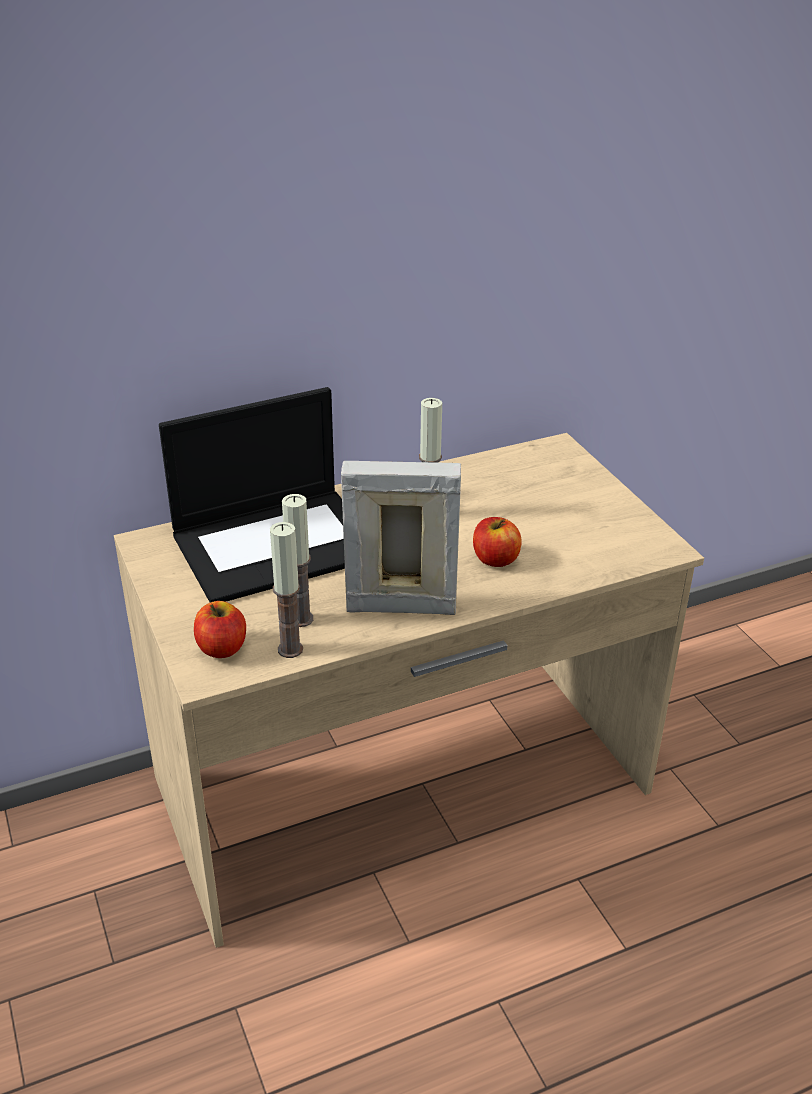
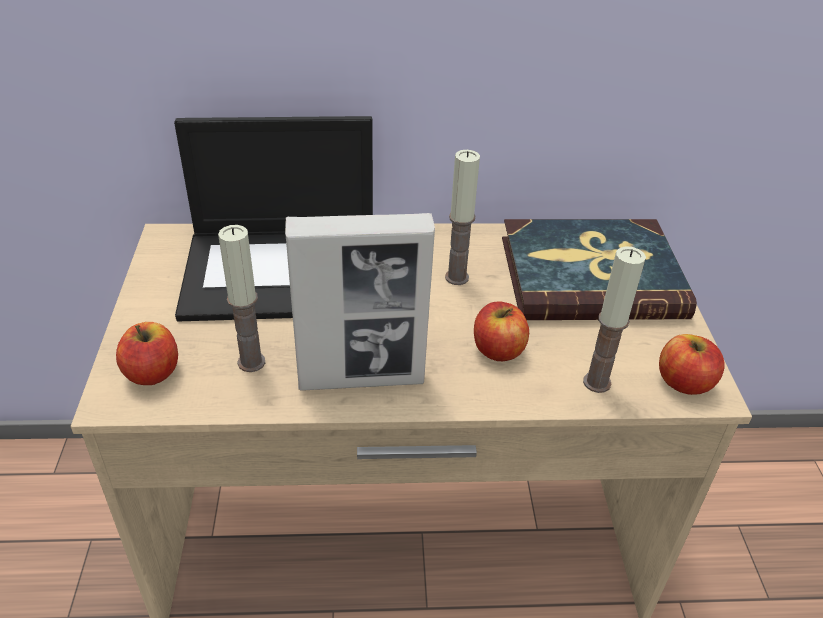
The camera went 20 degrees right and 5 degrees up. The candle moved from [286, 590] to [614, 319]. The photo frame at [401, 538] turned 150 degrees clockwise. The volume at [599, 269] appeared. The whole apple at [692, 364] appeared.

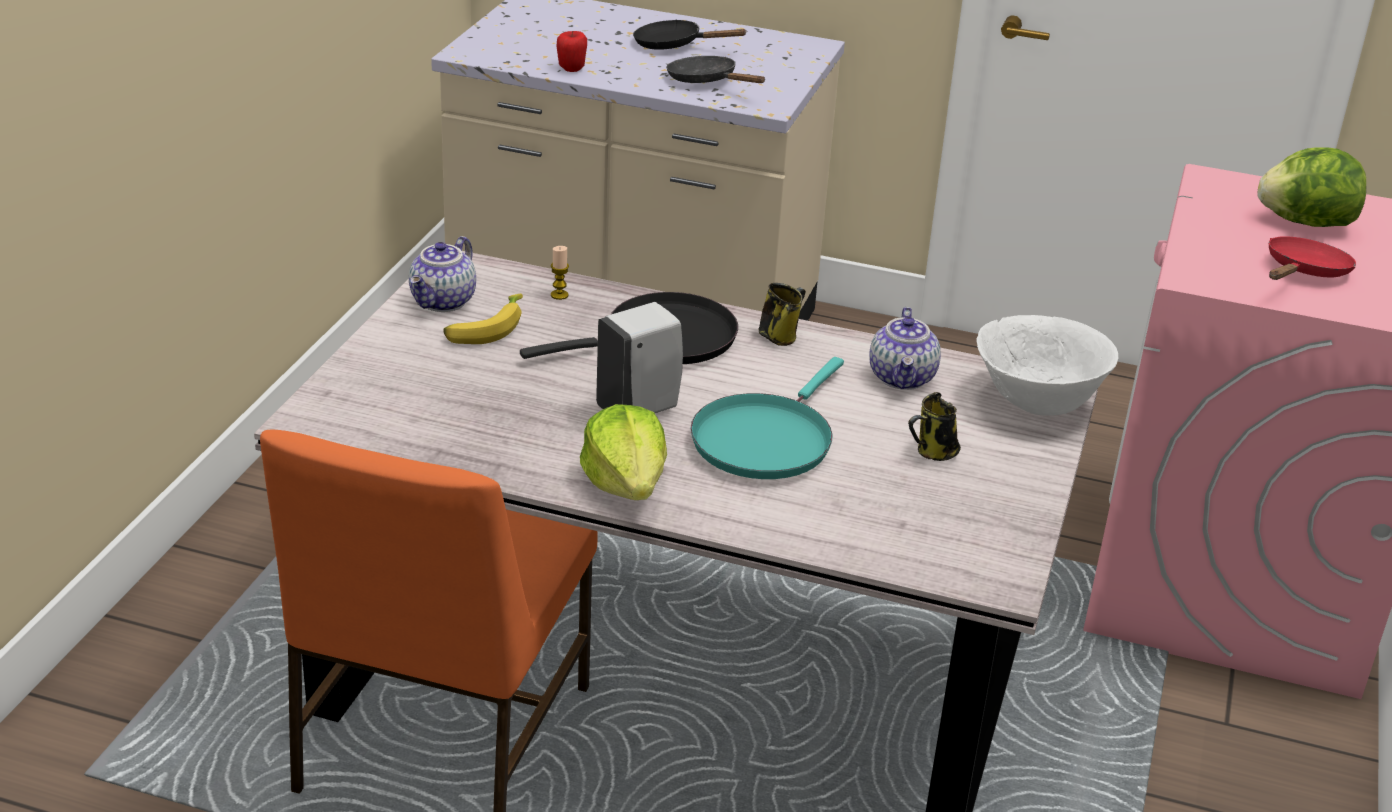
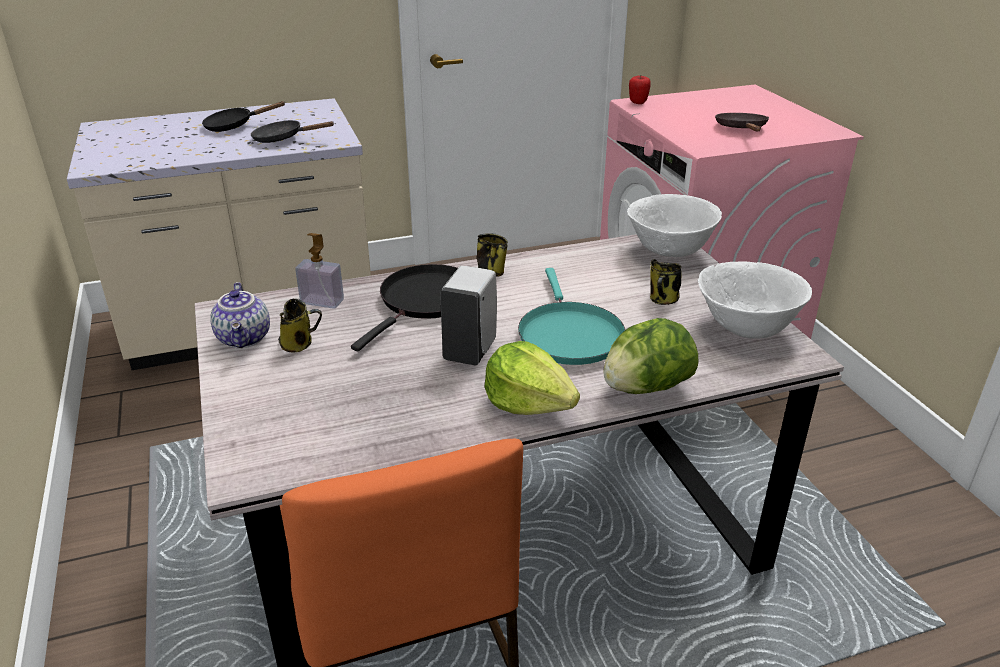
The camera went 35 degrees left and 0 degrees up. The banana at [483, 319] was replaced by the coffee mug at [300, 326]. The candle at [560, 273] was replaced by the soap bottle at [319, 271]. The whole apple moved from [572, 51] to [639, 90]. The pot for tea at [905, 348] disappeared. The lettuce head moved from [1312, 187] to [651, 356]. The red pan at [1312, 258] became the blackish pan at [742, 122]. The white-coloured serving bowl at [755, 299] appeared.

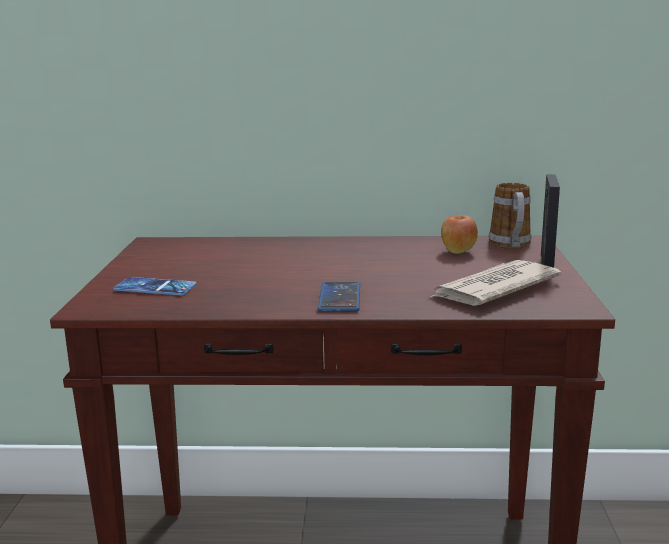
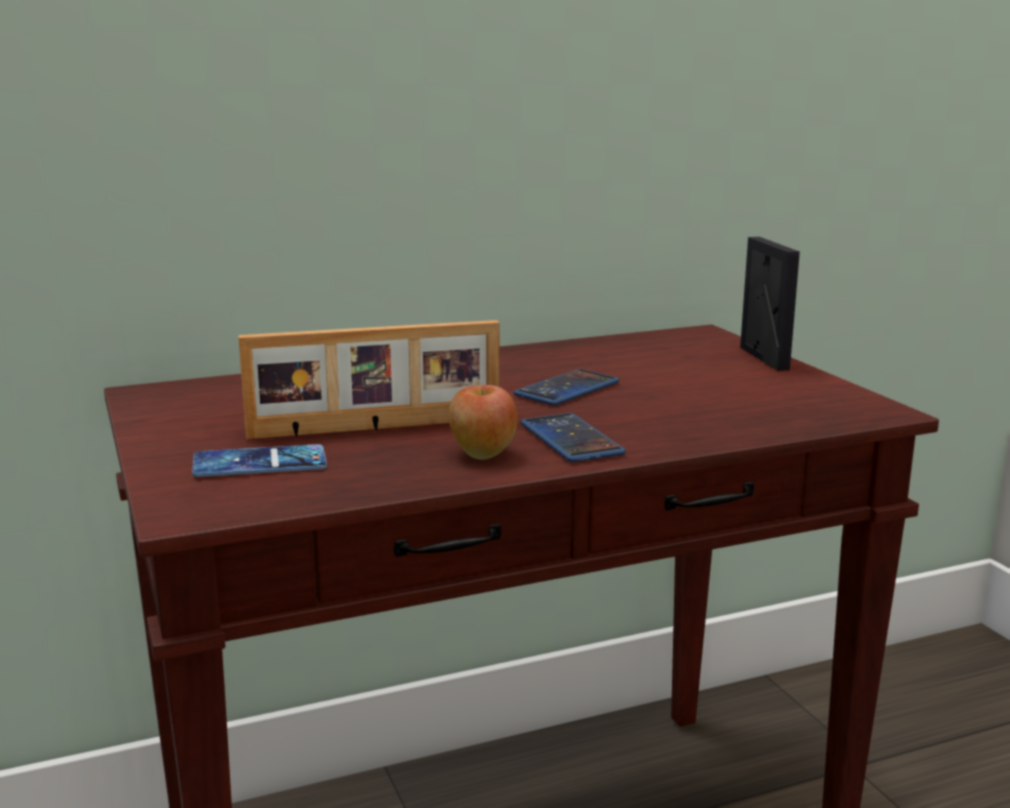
The camera went 25 degrees left and 0 degrees up. The newspaper at [496, 283] disappeared. The whole apple moved from [459, 234] to [483, 422]. The coffee mug at [510, 216] disappeared. The photo frame at [369, 379] appeared. The telephone at [566, 387] appeared.

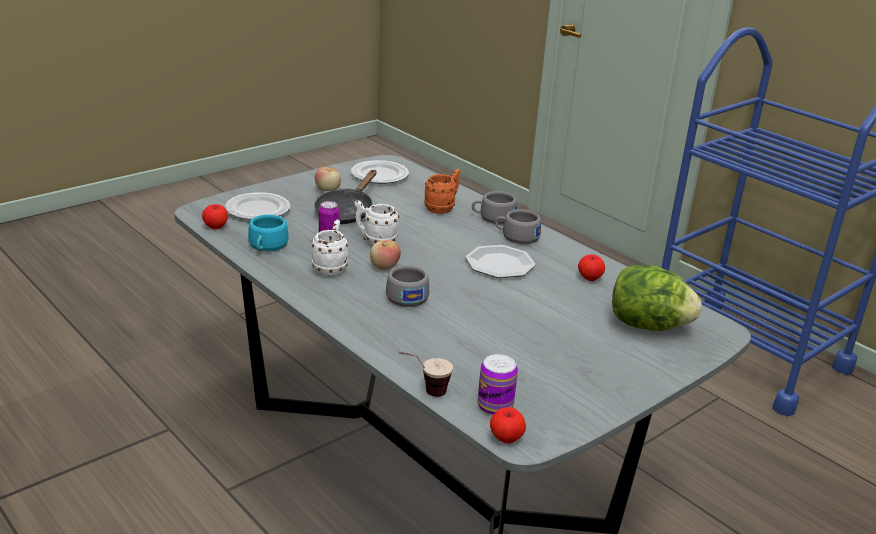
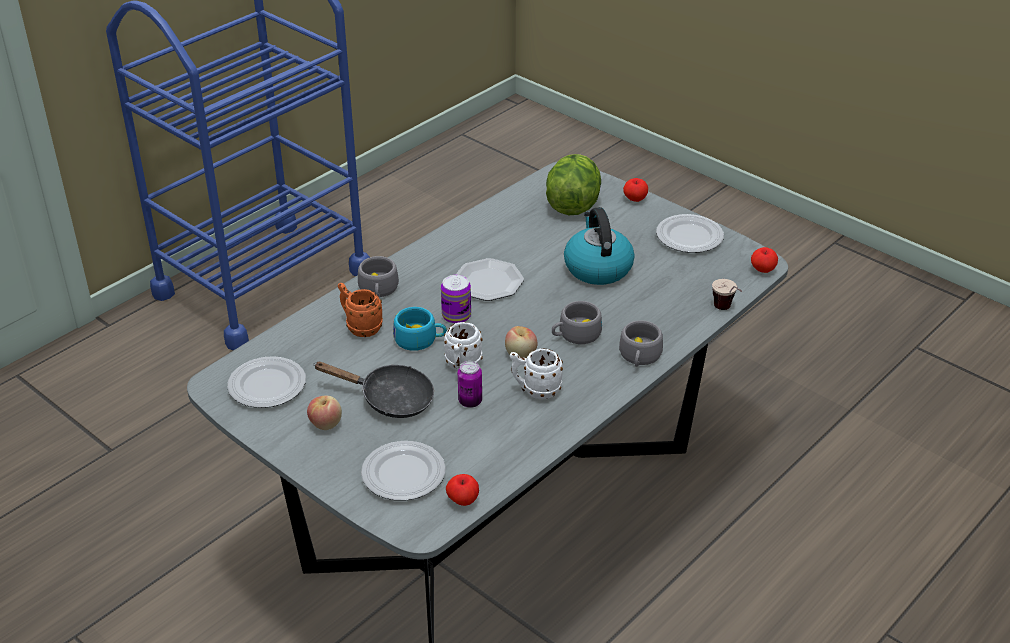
The camera went 95 degrees left and 10 degrees up. The blue-green drinking cup moved from [268, 233] to [420, 329]. The can moved from [498, 384] to [456, 299]. The gray drinking cup moved from [518, 226] to [641, 343]. The whole apple moved from [591, 267] to [635, 190]. The kettle at [599, 246] appeared. The flat dish at [690, 233] appeared.

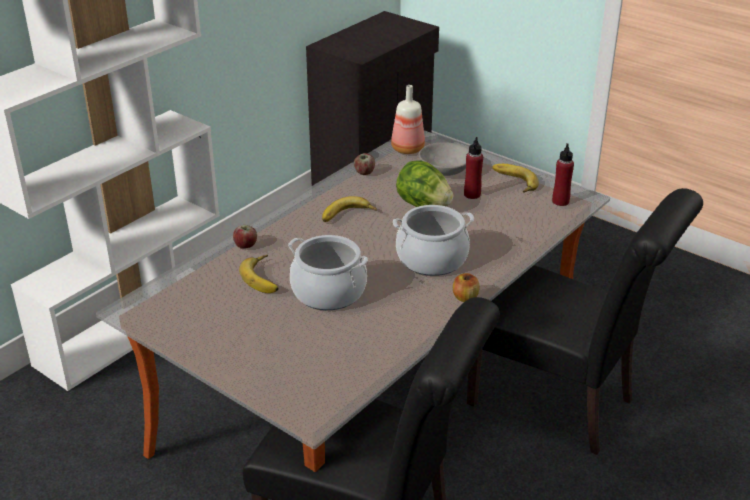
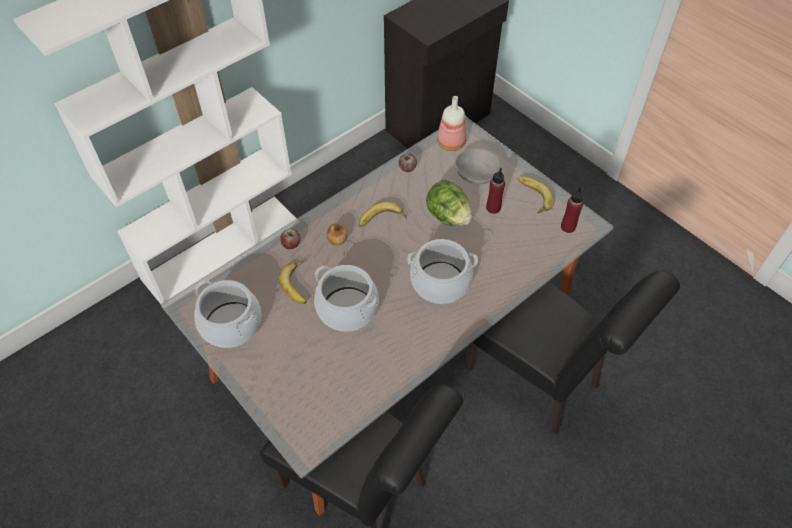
The camera went 10 degrees right and 20 degrees up. The whole apple moved from [466, 287] to [337, 234]. The saucepot at [228, 314] appeared.

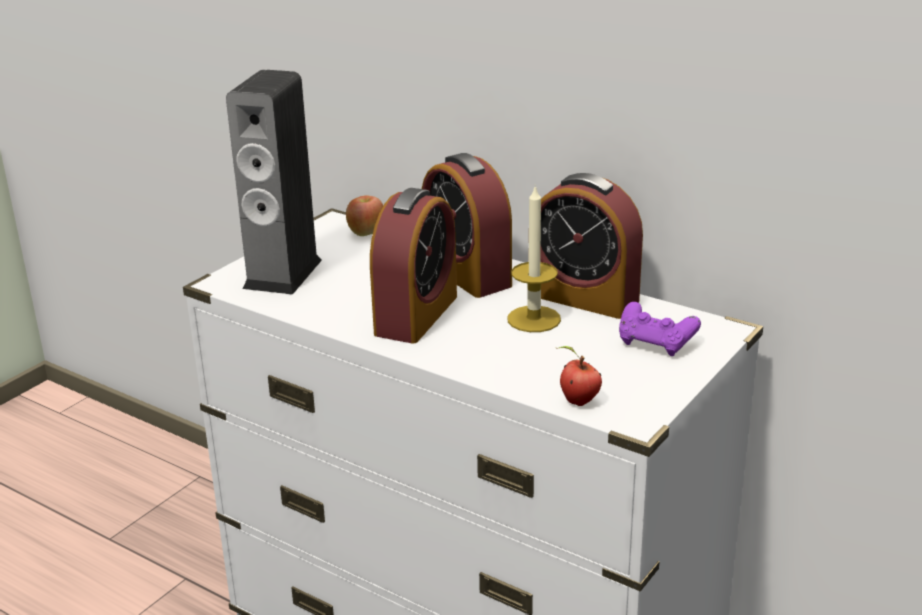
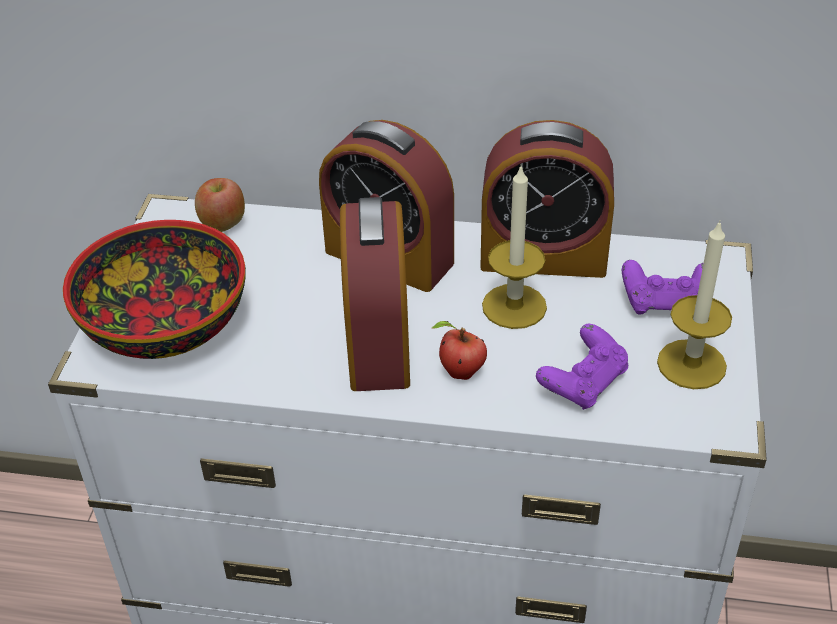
The camera went 25 degrees left and 15 degrees up. The audio speaker at [274, 182] was replaced by the serving bowl at [154, 289]. The whole apple moved from [579, 376] to [459, 350]. The purple game controller at [582, 367] appeared. The candle at [694, 304] appeared.

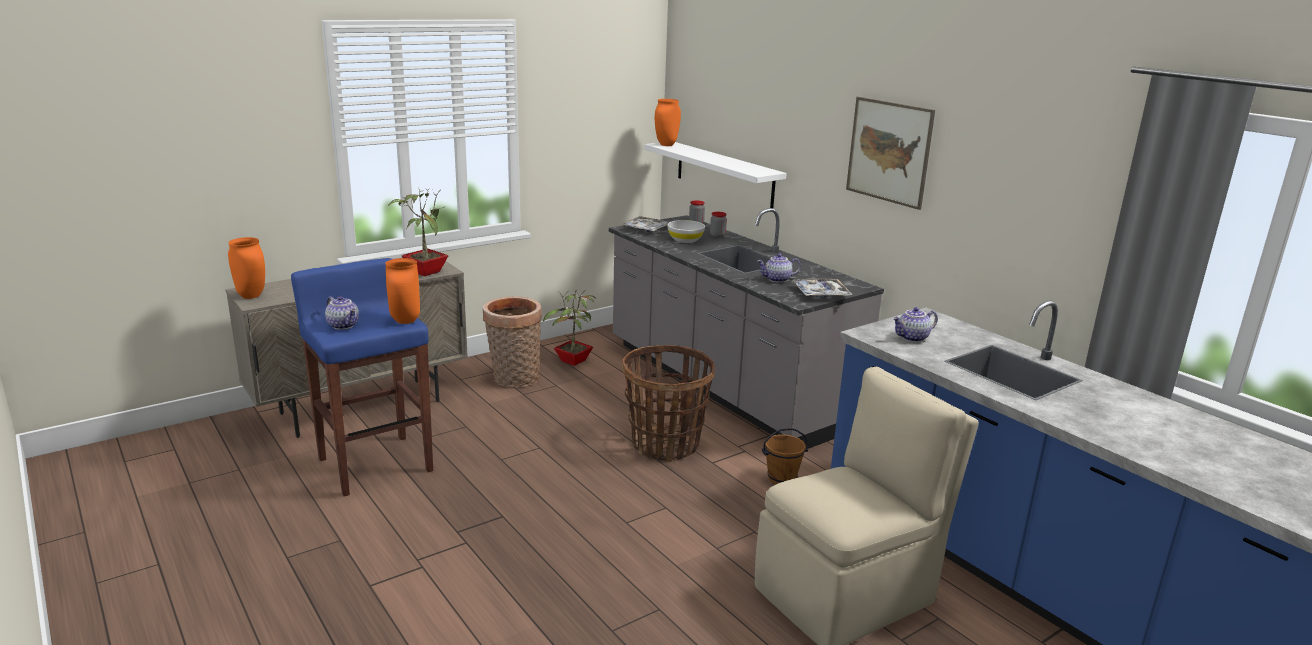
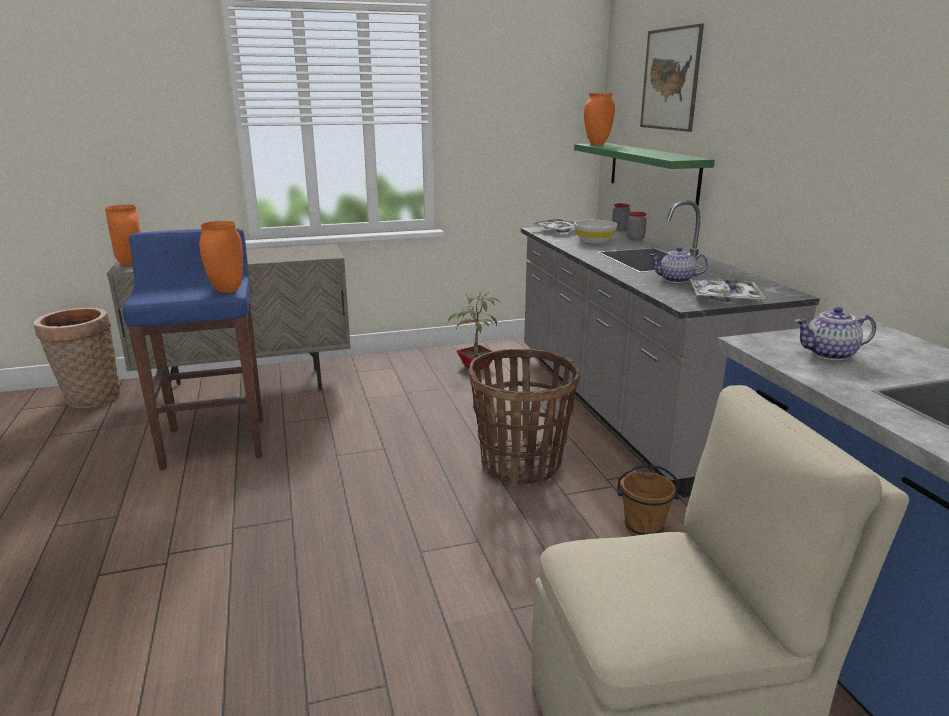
The camera went 20 degrees right and 0 degrees up. The pot for tea at [342, 313] disappeared. The potted plant at [417, 231] disappeared. The household basket moved from [512, 342] to [77, 357]. The white-coloured shelf at [715, 175] became the green-coloured shelf at [644, 174]. The wall picture moved from [890, 153] to [672, 78].

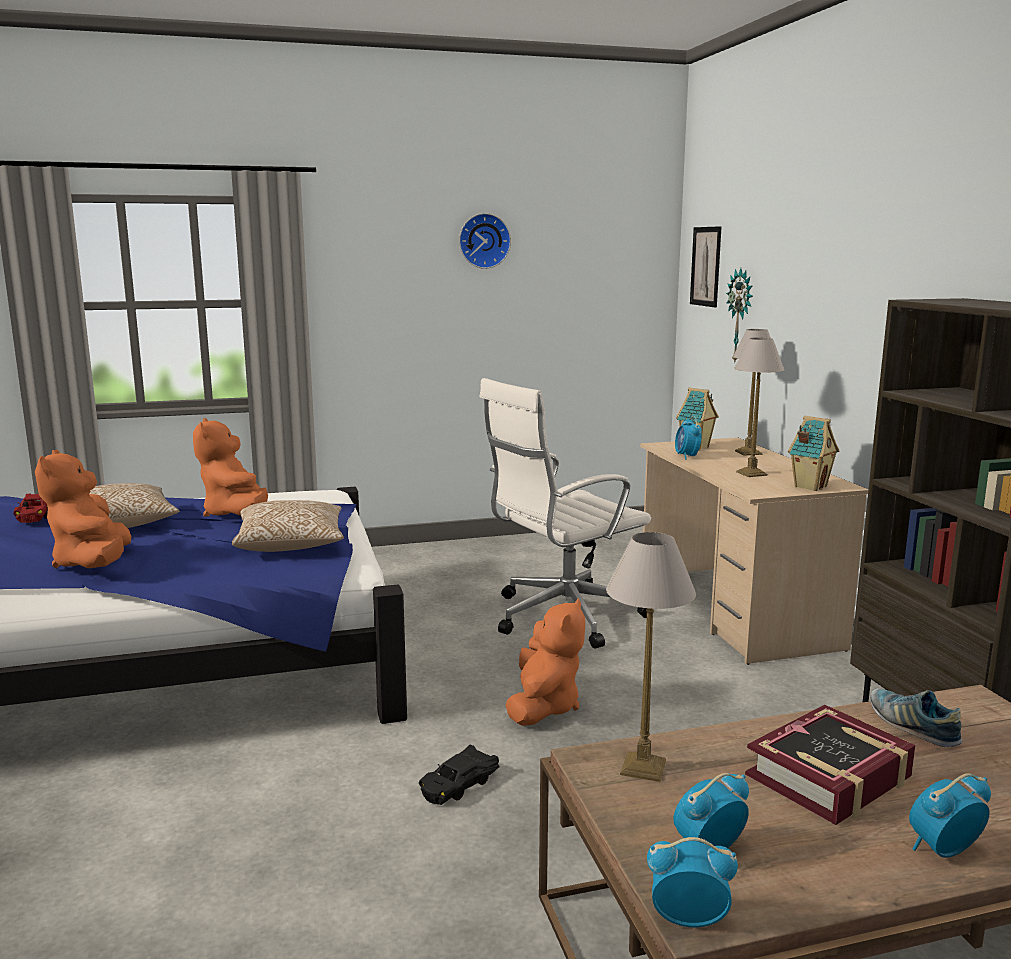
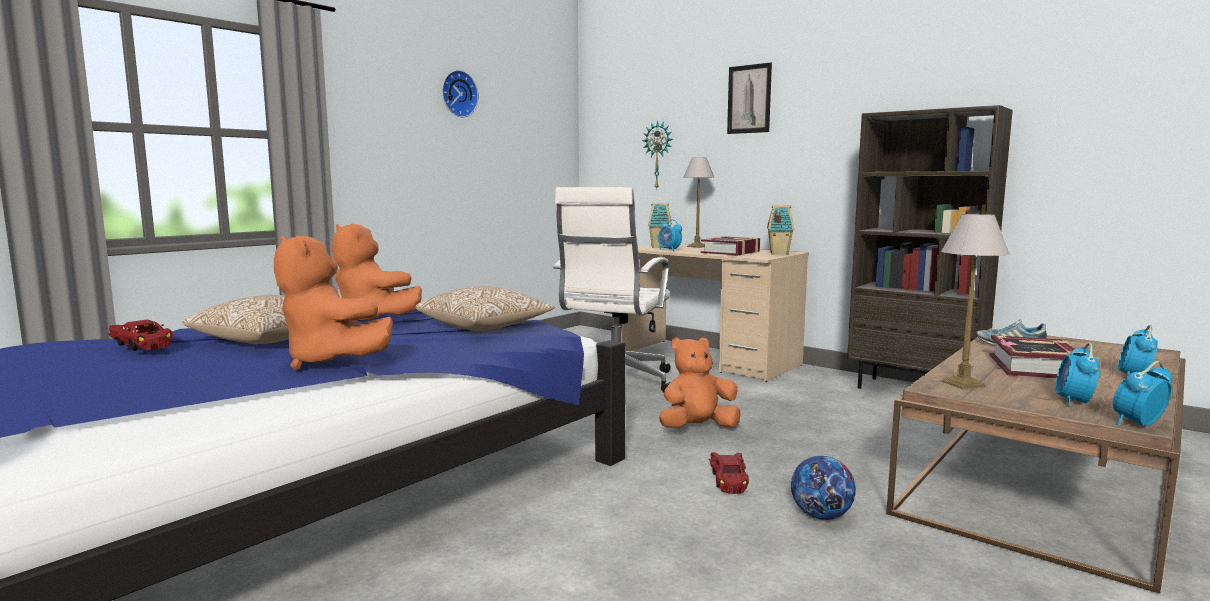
The camera went 35 degrees left and 5 degrees down. The blackish toy car at [459, 774] became the red toy car at [729, 473]. The orangey soft toy at [545, 662] turned 90 degrees counterclockwise. The wall picture moved from [706, 266] to [749, 98]. The table lamp at [759, 407] was replaced by the volume at [730, 246]. The football ball at [823, 488] appeared.

